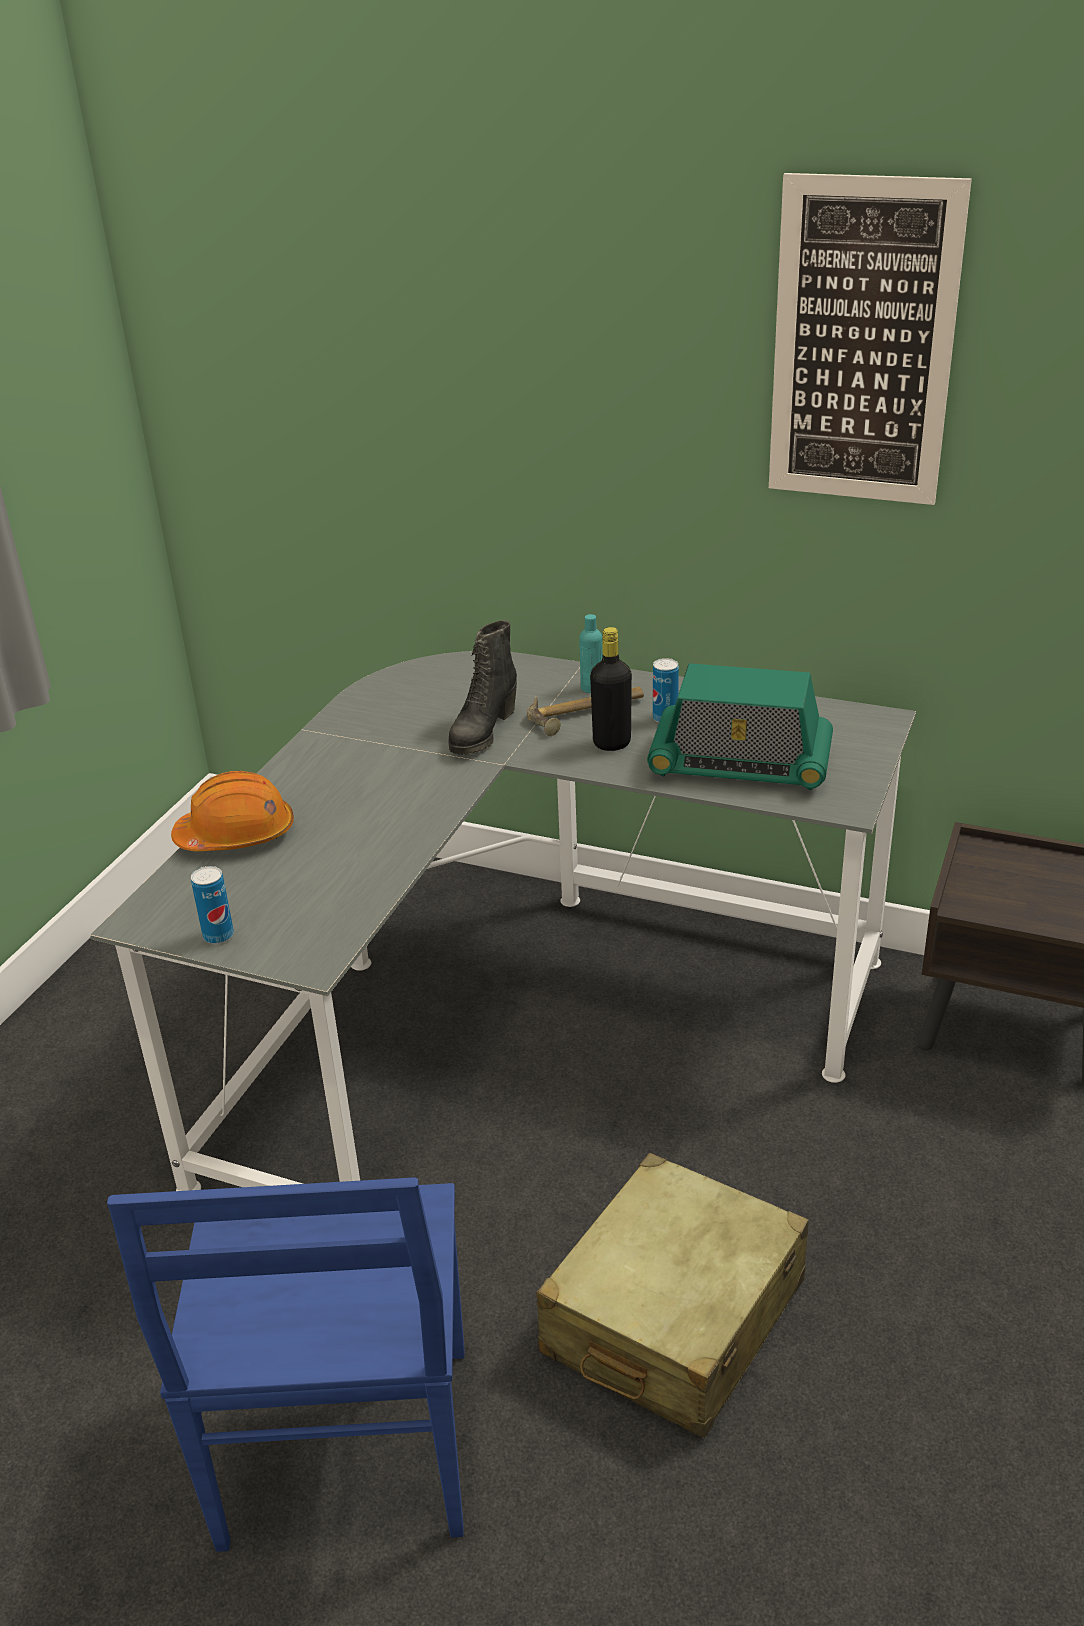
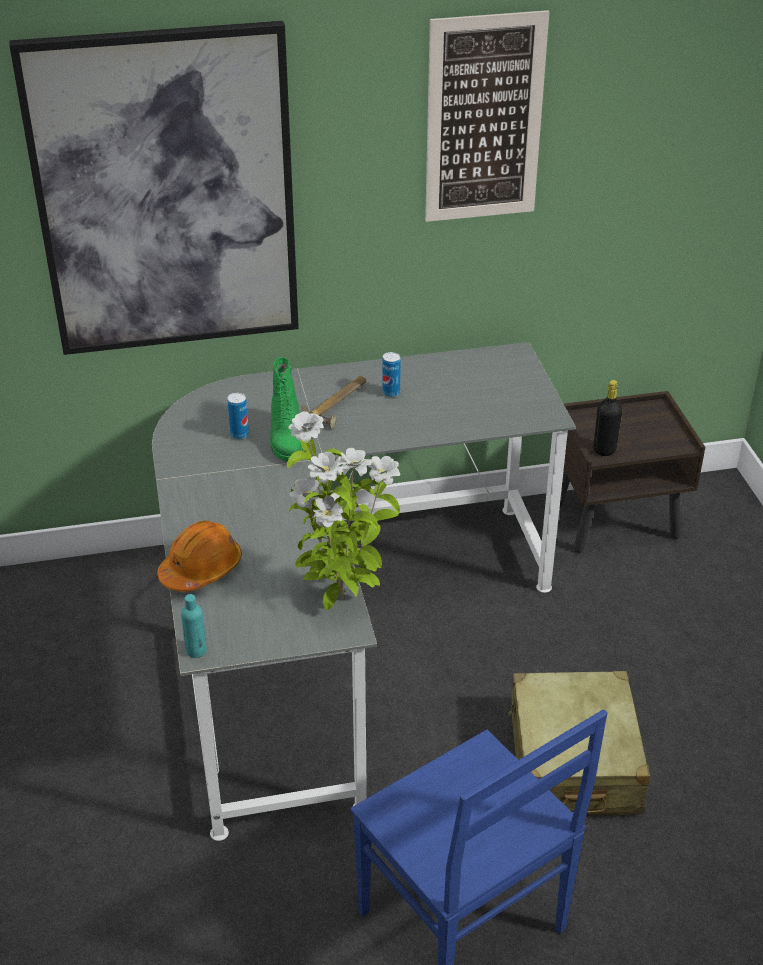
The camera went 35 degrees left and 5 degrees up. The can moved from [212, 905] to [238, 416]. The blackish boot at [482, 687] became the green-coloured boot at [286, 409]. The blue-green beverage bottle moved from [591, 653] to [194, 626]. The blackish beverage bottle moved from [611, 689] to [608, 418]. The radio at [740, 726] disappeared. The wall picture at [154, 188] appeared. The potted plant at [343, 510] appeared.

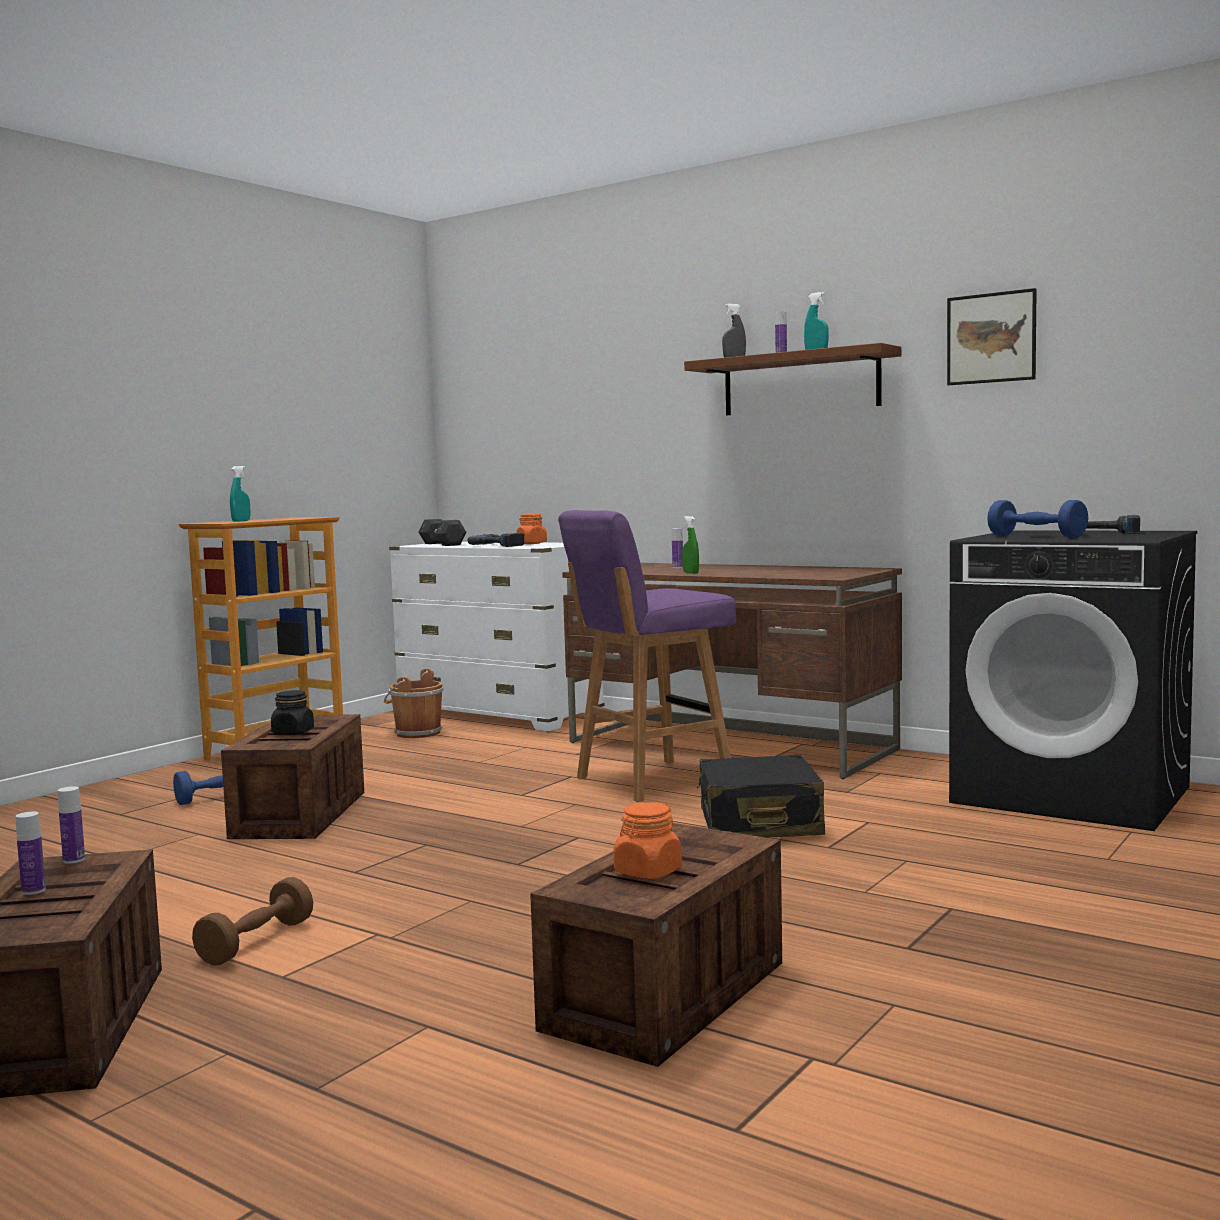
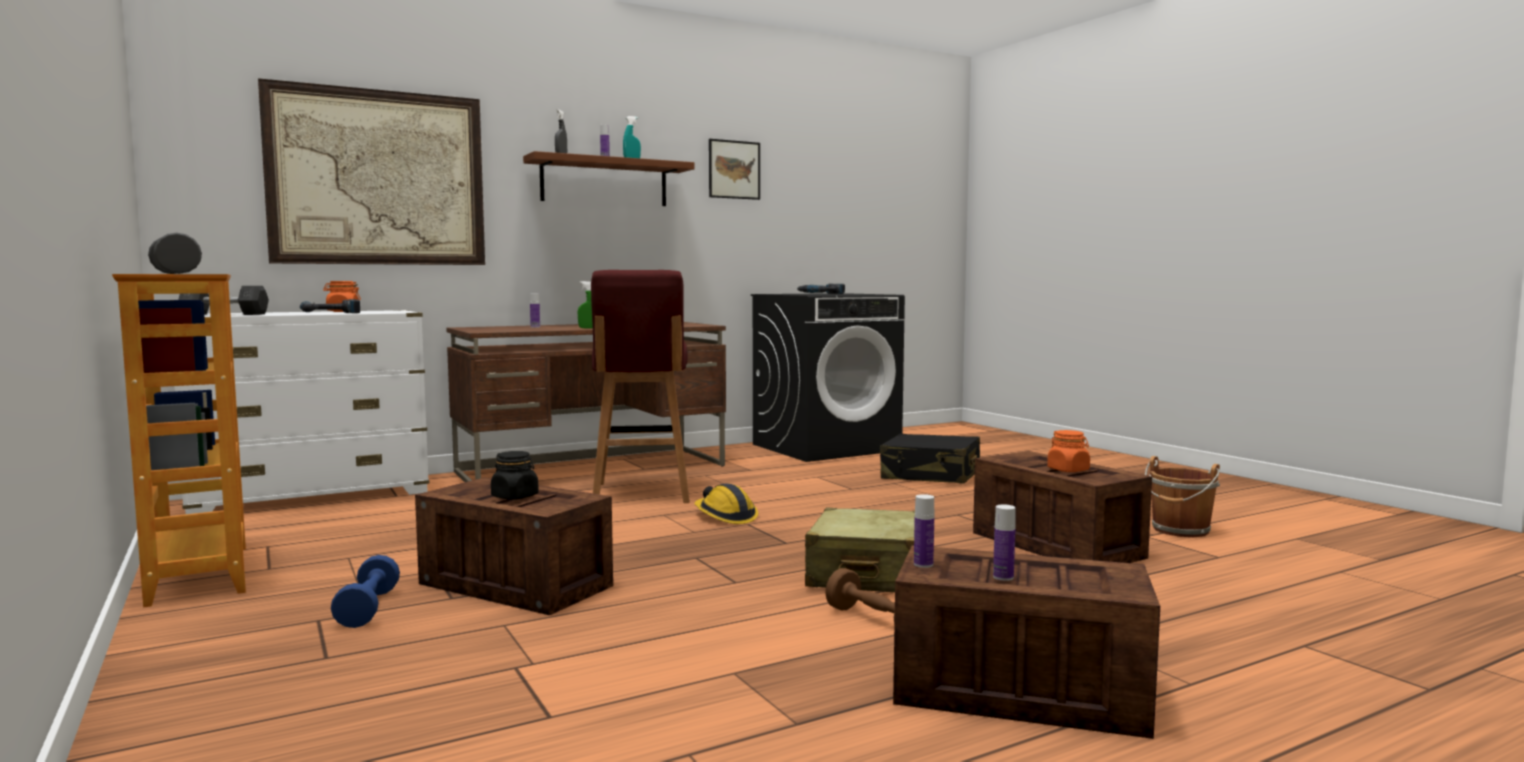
The camera went 65 degrees left and 0 degrees up. The blue-green spray bottle at [240, 494] was replaced by the gray hand weight at [175, 253]. The brown-coloured water bucket moved from [413, 703] to [1182, 496]. The purple stool at [647, 656] became the red stool at [640, 386]. The blackish suitcase moved from [761, 796] to [930, 459]. The blue-coloured hand weight at [1037, 519] disappeared. The wall picture at [371, 171] appeared. The safety helmet at [726, 503] appeared. The beige-coloured suitcase at [860, 550] appeared.

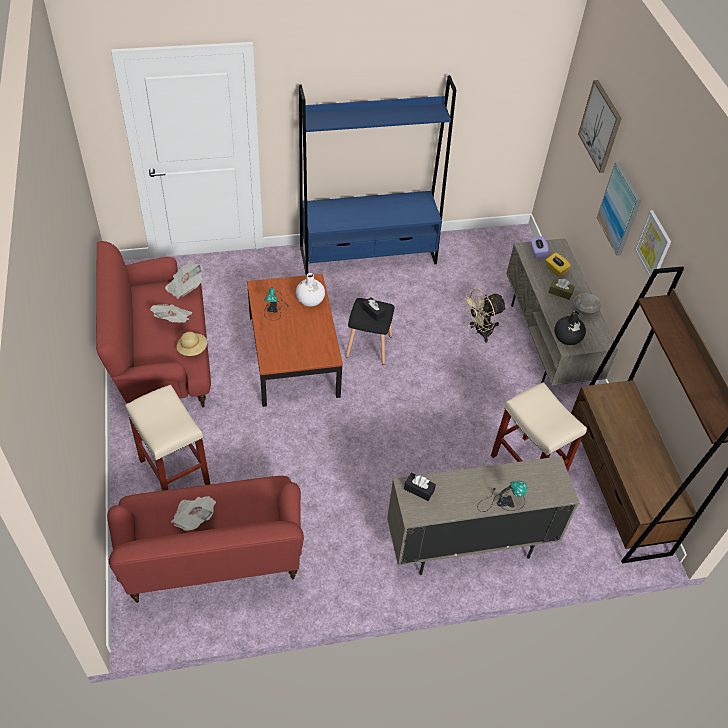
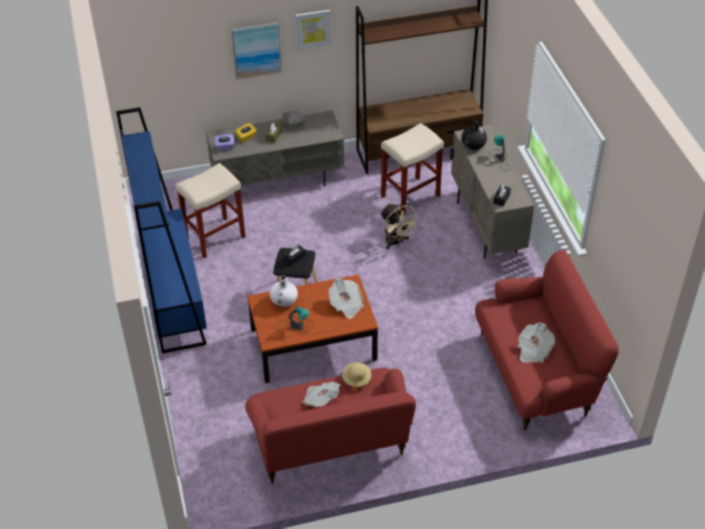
The camera went 90 degrees left and 5 degrees down. The beige-coloured stool moved from [167, 438] to [210, 210]. The newspaper moved from [184, 280] to [346, 298]. The beige-coloured electric fan moved from [484, 316] to [400, 226]. The blackish decorative vase moved from [570, 328] to [474, 134]. The wall picture at [600, 126] disappeared.

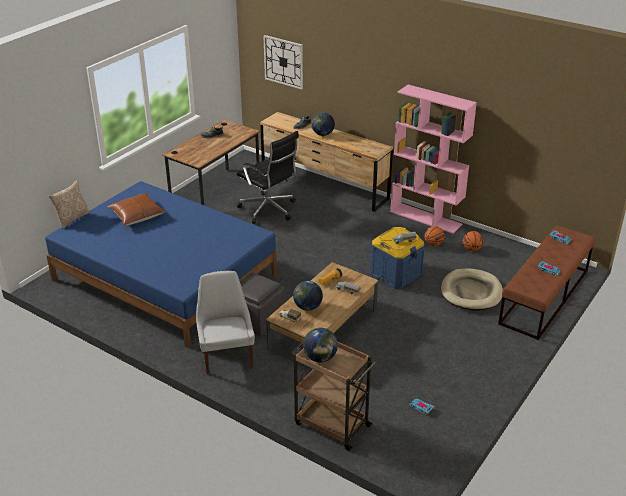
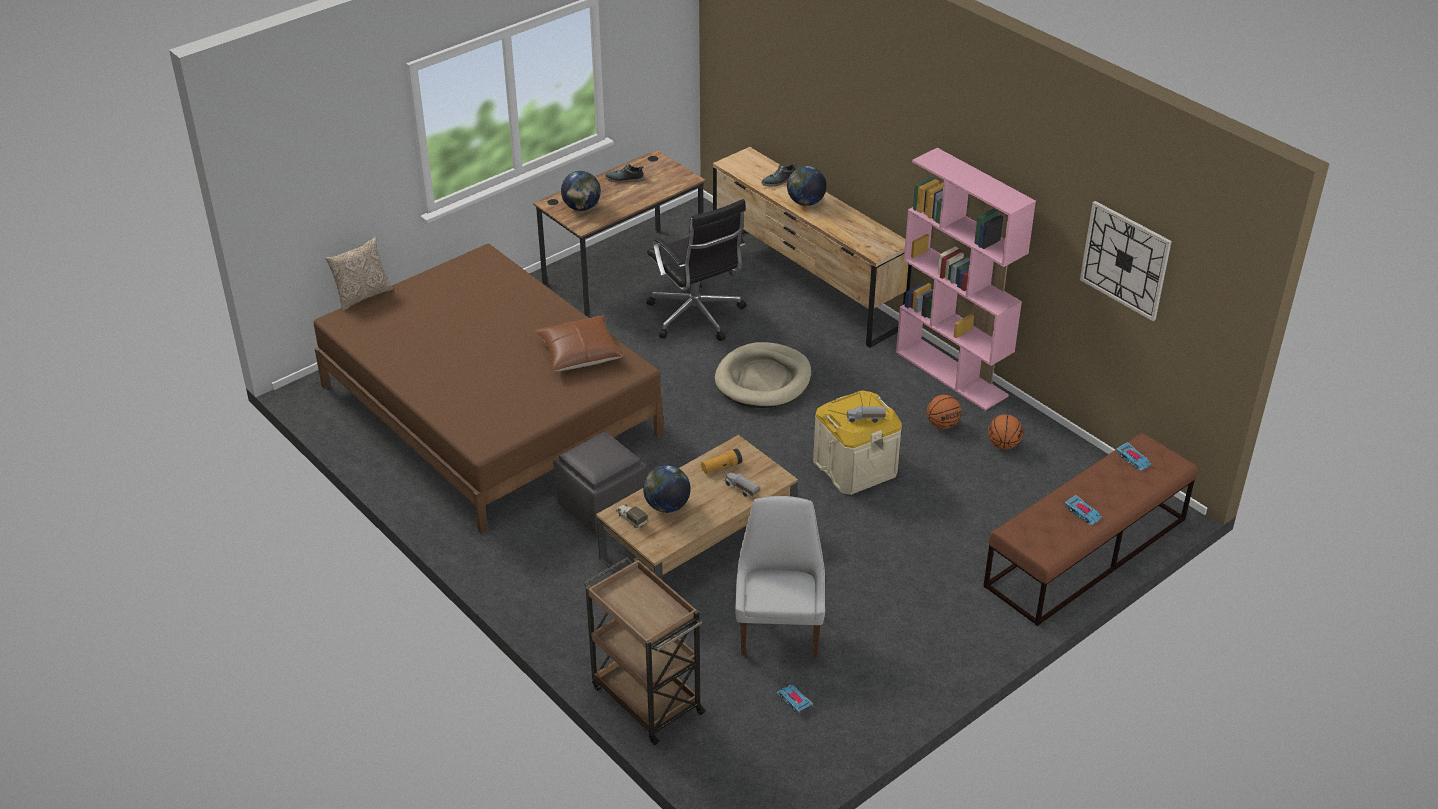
The camera went 15 degrees right and 5 degrees up. The blue-coloured sleeping bed at [161, 264] became the brown-coloured sleeping bed at [488, 389]. The brown-coloured throw pillow moved from [136, 209] to [579, 343]. The white-coloured upright chair moved from [225, 322] to [780, 577]. The clock on the wall moved from [283, 62] to [1126, 261]. The globe moved from [320, 345] to [581, 191]. The blue-coloured storage box at [397, 258] became the beige-coloured storage box at [857, 442]. The beige-coloured dog bed moved from [472, 289] to [763, 375].

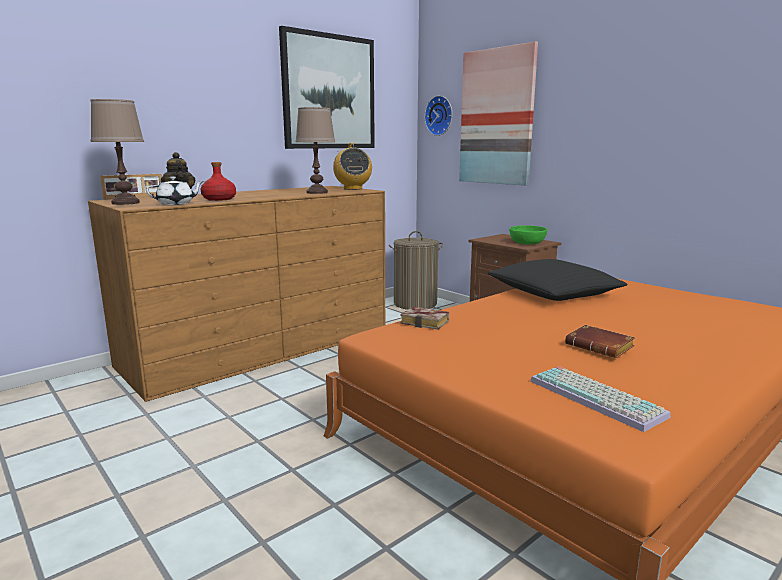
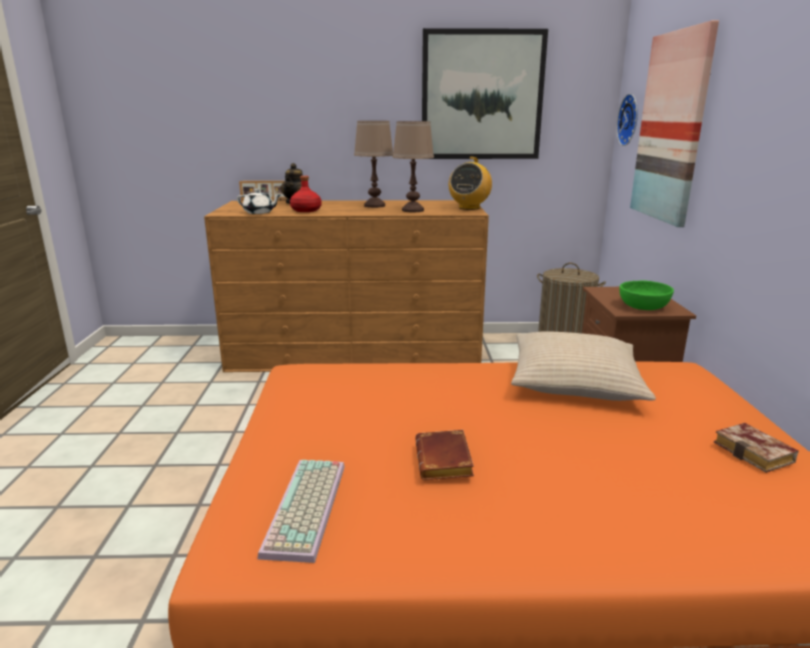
The camera went 40 degrees right and 5 degrees up. The brown-coloured table lamp moved from [117, 152] to [373, 164]. The volume moved from [424, 318] to [756, 448]. The blackish throw pillow at [557, 280] became the beige-coloured throw pillow at [583, 366].

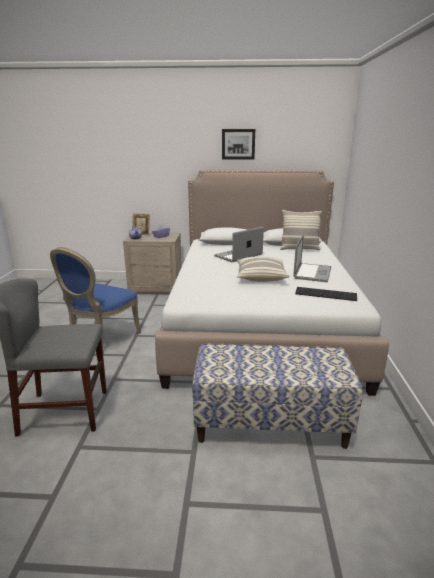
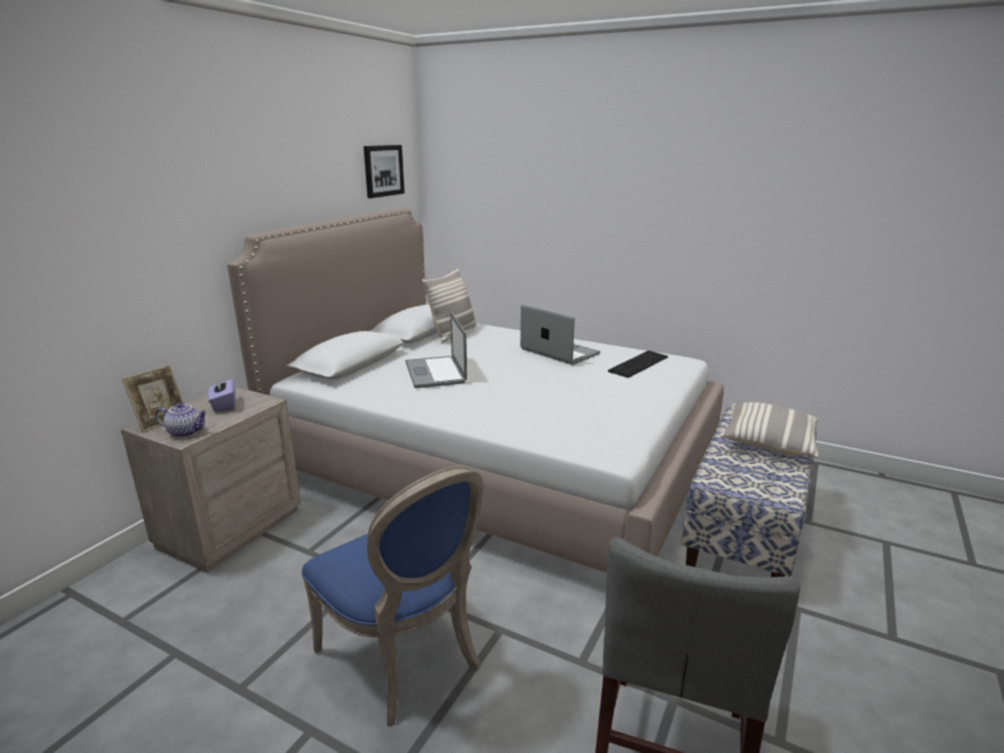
The camera went 65 degrees left and 0 degrees up. The wall picture moved from [238, 144] to [384, 171]. The throw pillow moved from [263, 269] to [769, 430].

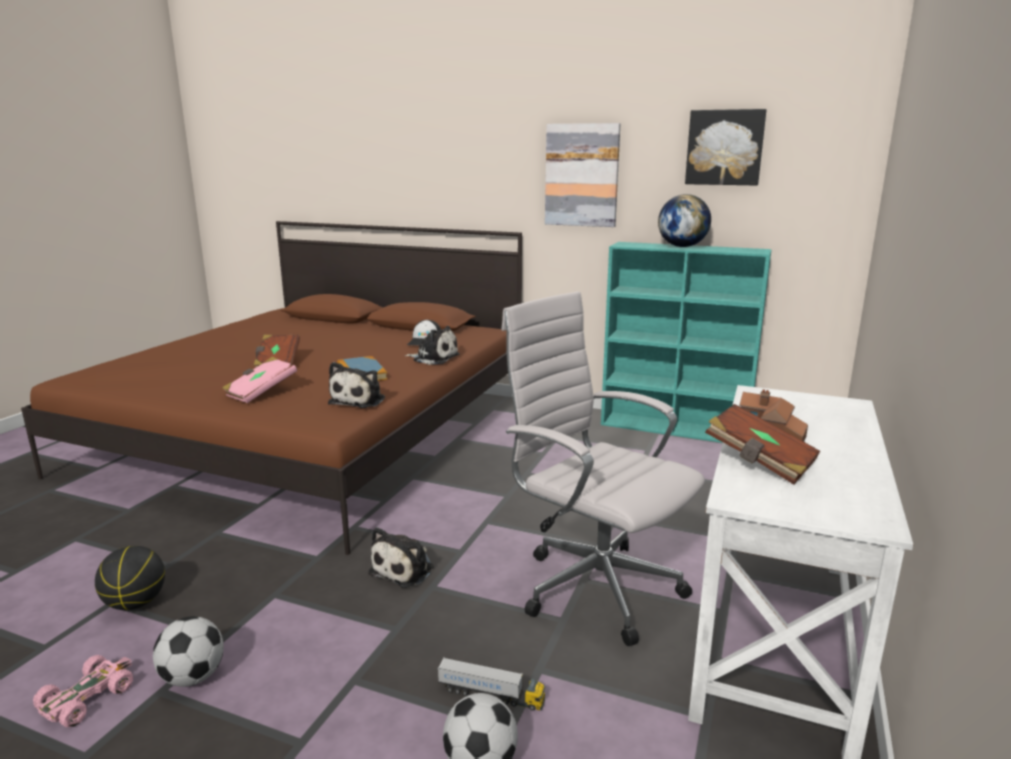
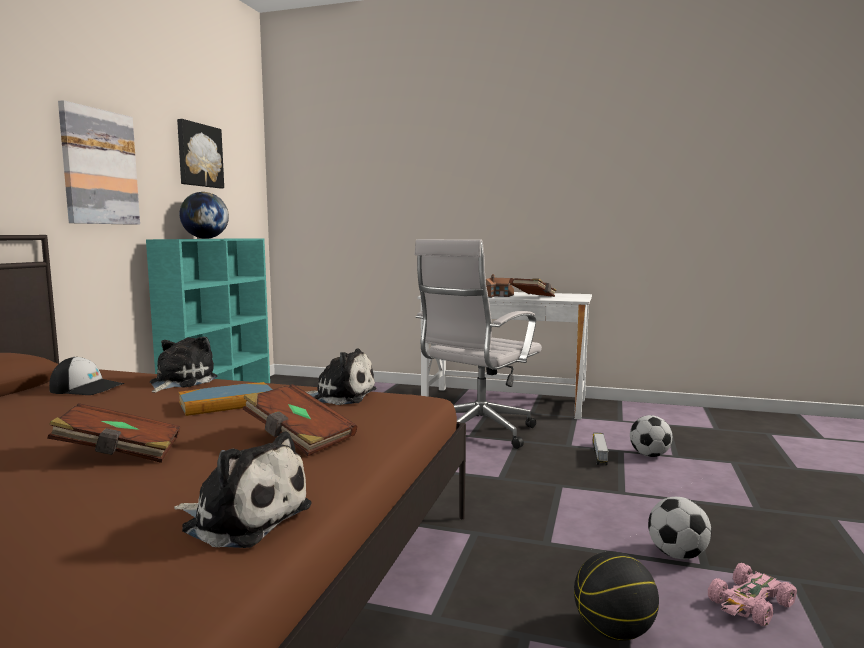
The camera went 95 degrees left and 10 degrees down. The pinkish toy car at [83, 691] turned 60 degrees counterclockwise. The pinkish volume at [259, 380] became the brown-coloured volume at [300, 420]. The soft toy moved from [401, 557] to [243, 490].

